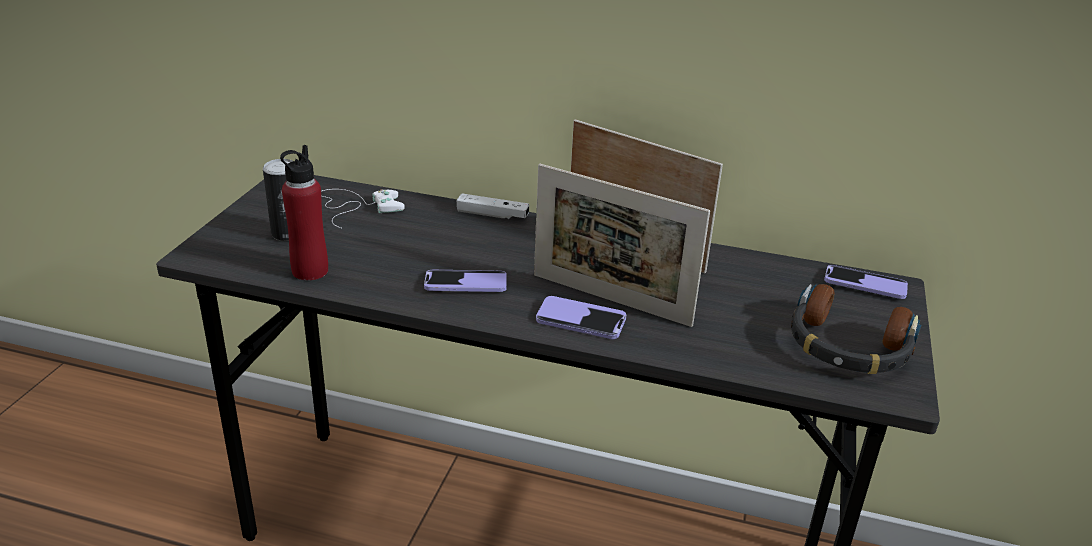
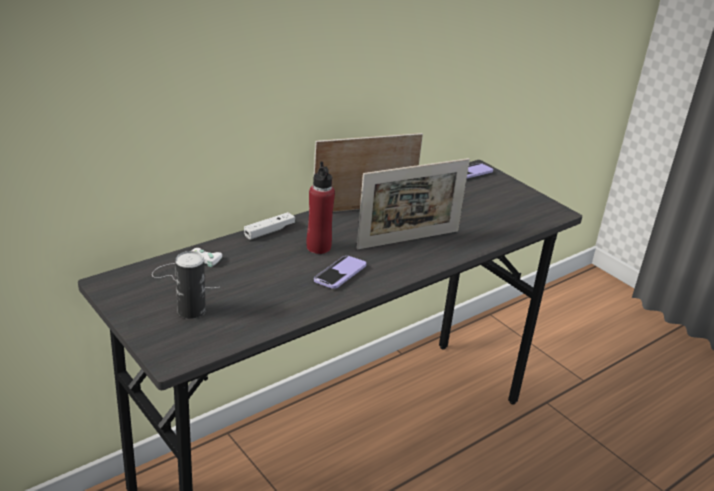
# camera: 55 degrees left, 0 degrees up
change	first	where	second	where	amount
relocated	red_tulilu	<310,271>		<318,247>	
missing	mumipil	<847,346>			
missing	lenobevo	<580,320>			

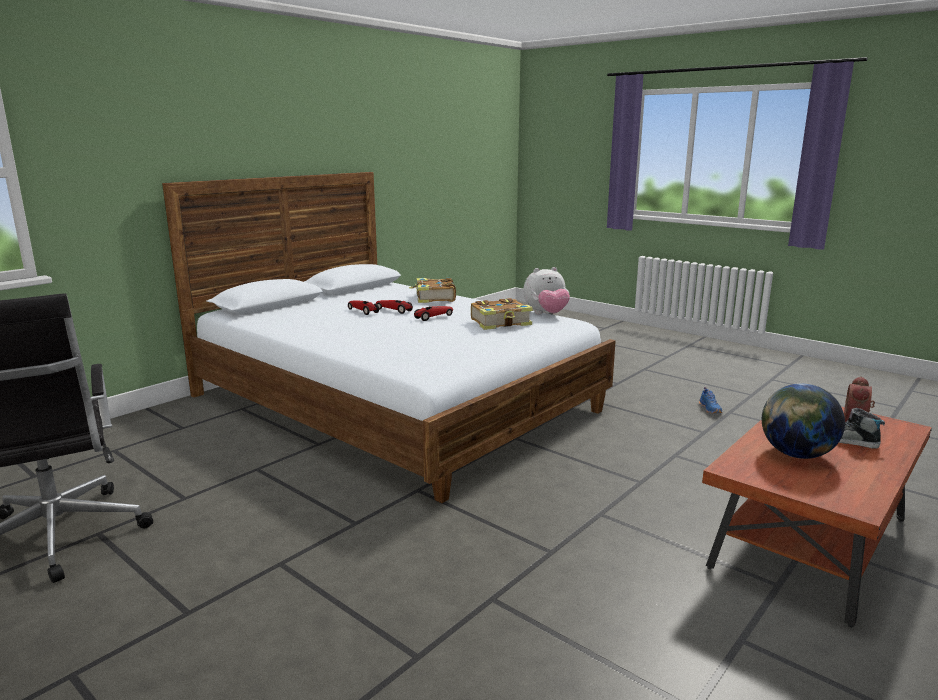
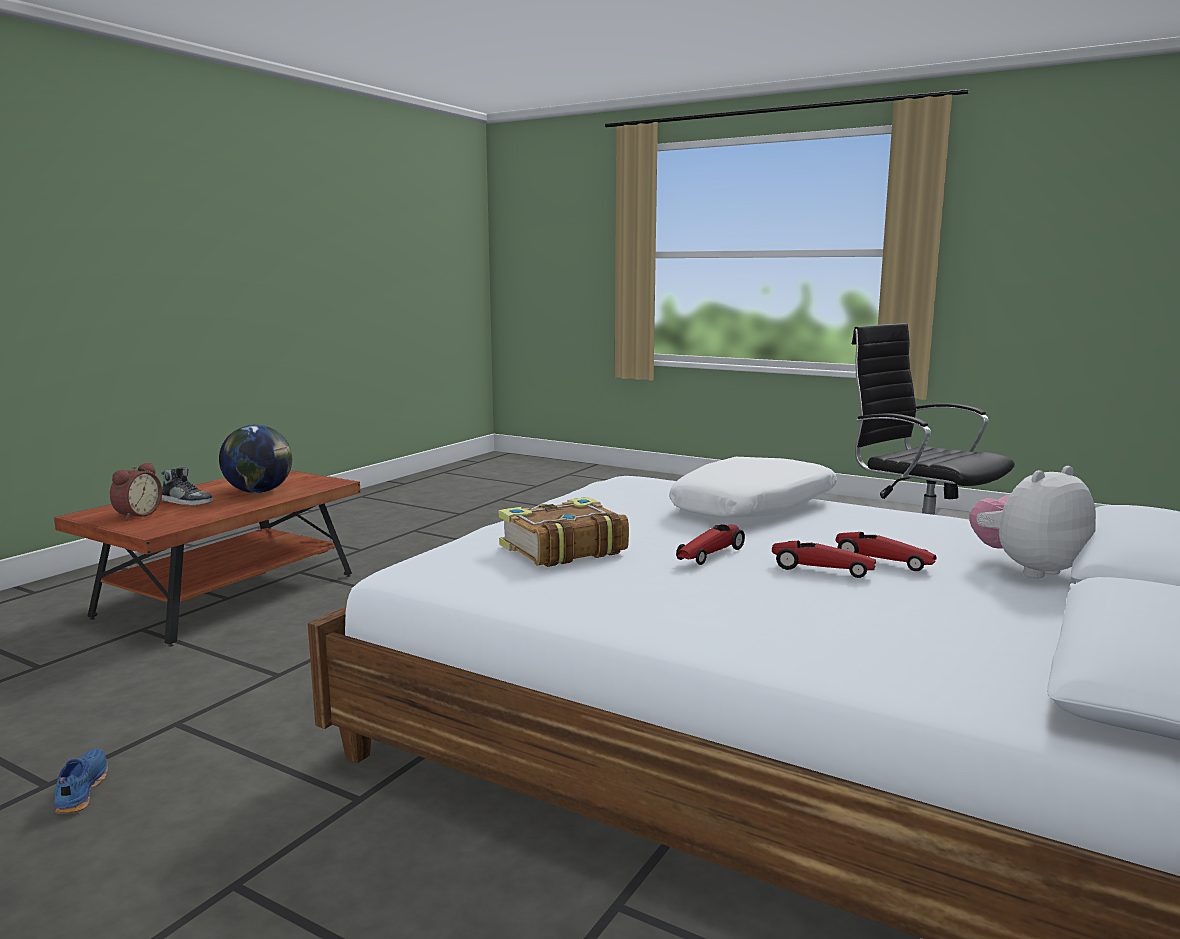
# camera: 170 degrees right, 5 degrees down
change	first	where	second	where	amount
relocated	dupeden	<546,314>		<1027,569>	
missing	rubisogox	<434,298>			
appeared			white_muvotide	<754,508>	

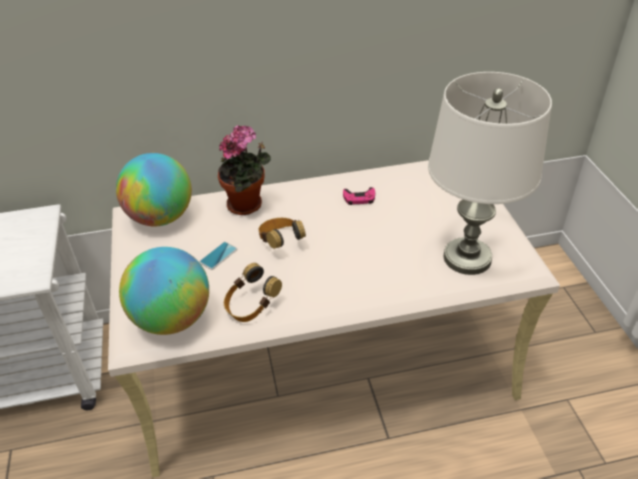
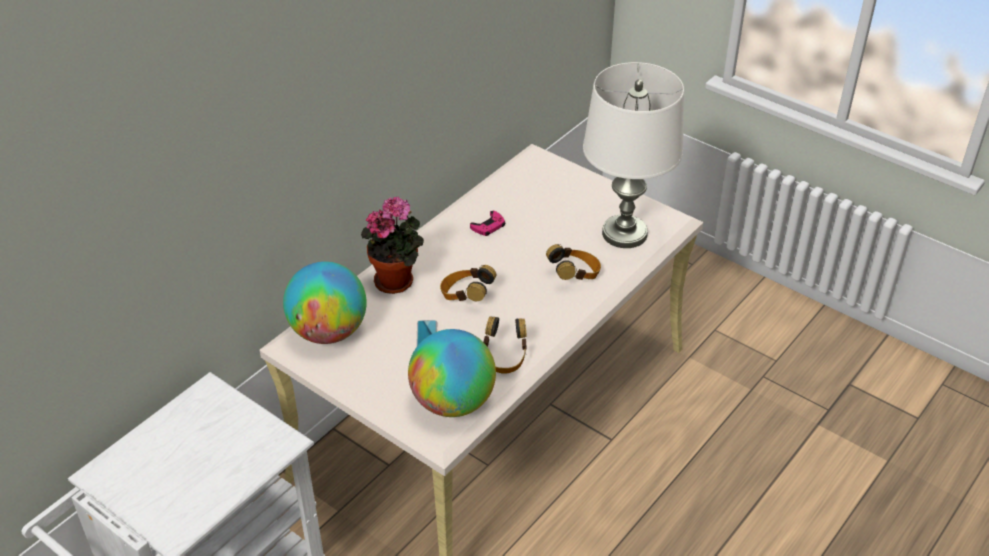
# camera: 40 degrees left, 0 degrees up
change	first	where	second	where	amount
appeared			mumipil	<575,275>	

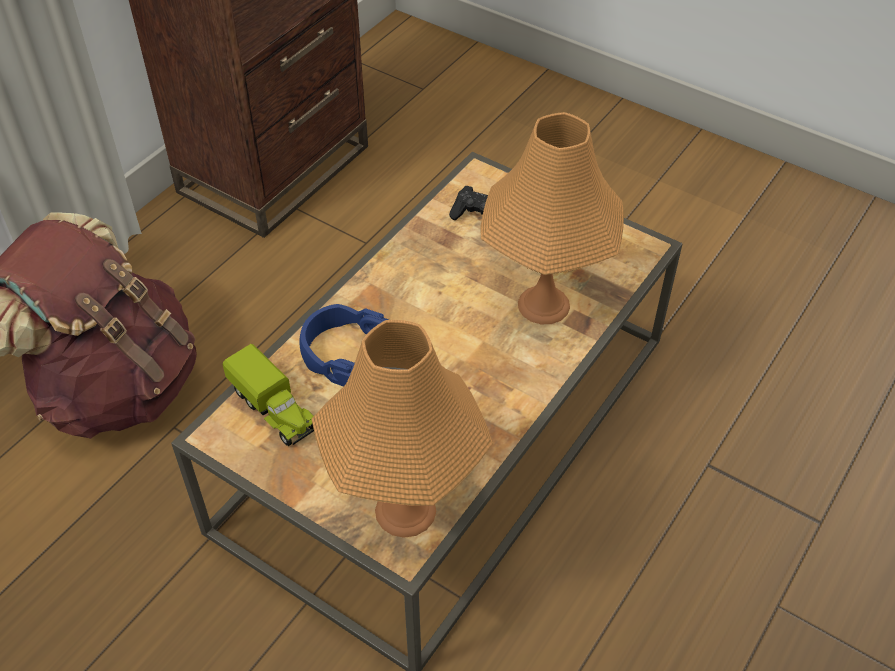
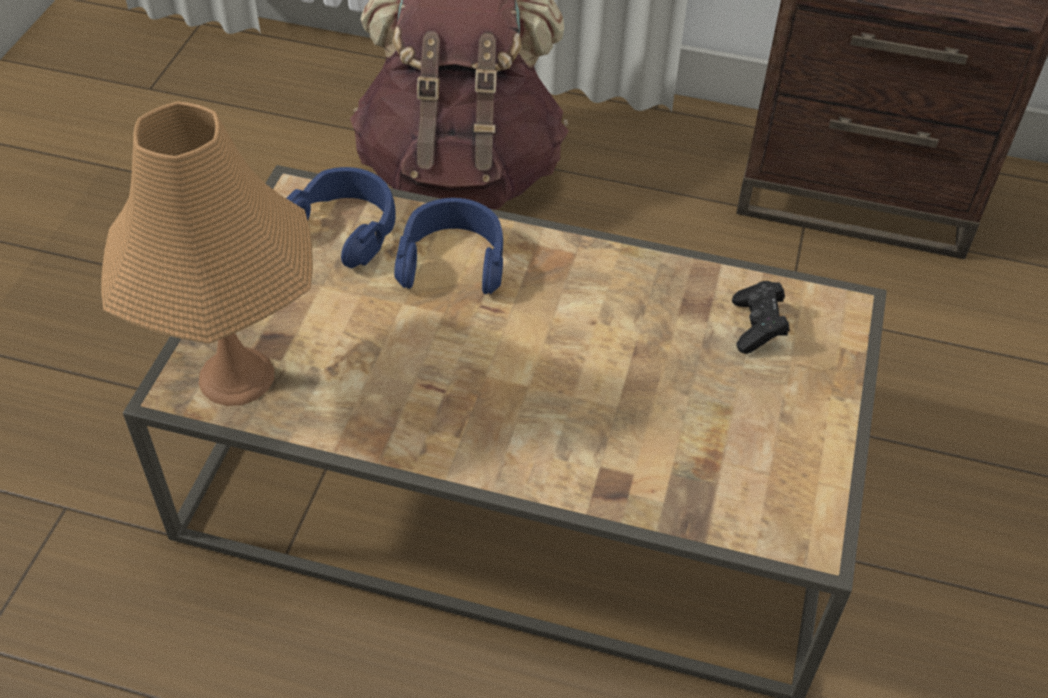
# camera: 70 degrees right, 0 degrees up
change	first	where	second	where	amount
missing	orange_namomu	<544,305>			
exchanged	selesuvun	<274,410>	blue_mumipil	<344,227>	

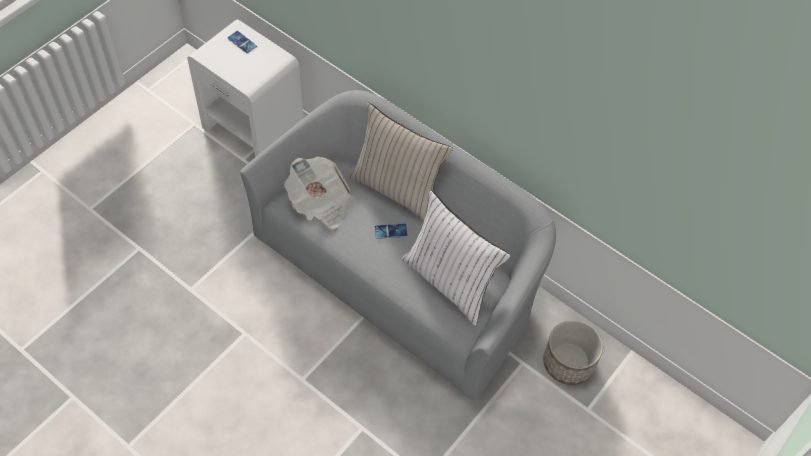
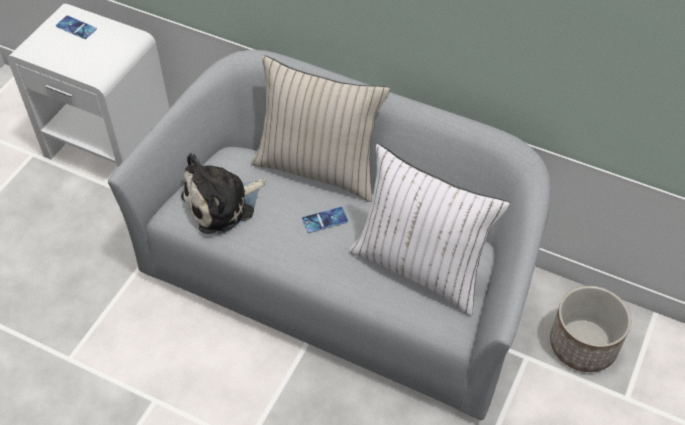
# camera: 10 degrees left, 5 degrees down
change	first	where	second	where	amount
exchanged	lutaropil	<320,203>	dupeden	<223,204>	

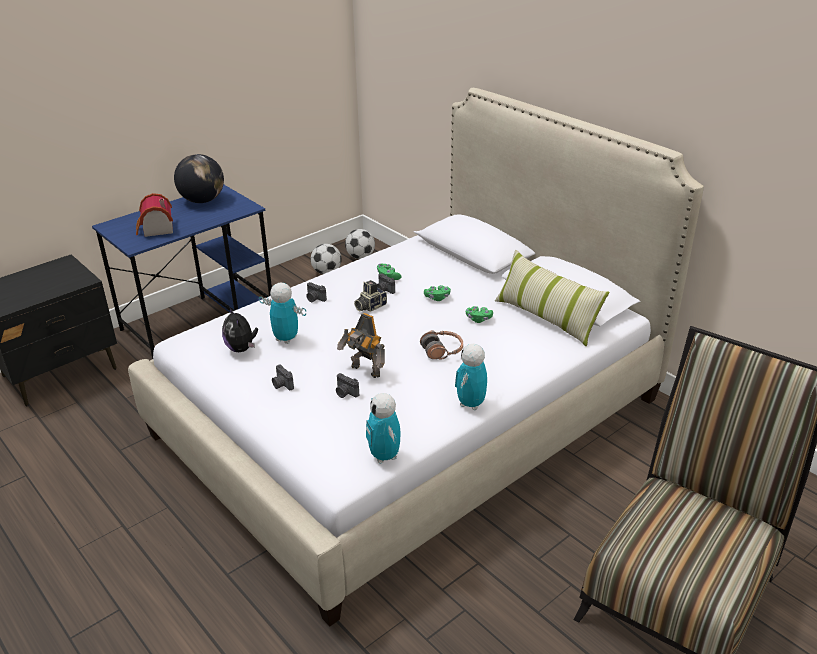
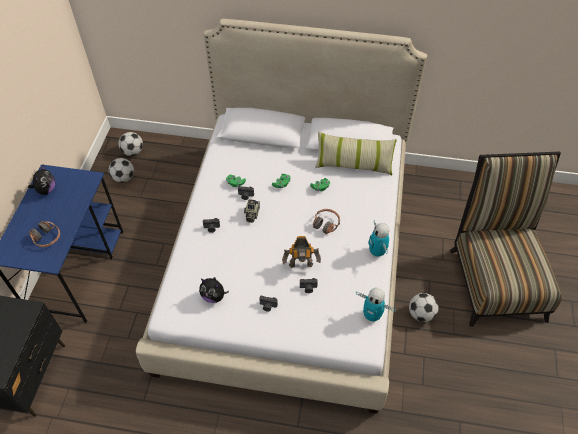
# camera: 40 degrees left, 20 degrees up
change	first	where	second	where	amount
exchanged	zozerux	<202,201>	dupeden	<46,190>	
exchanged	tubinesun	<156,229>	mumipil	<47,238>	
missing	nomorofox	<286,339>			
appeared			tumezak	<421,314>	

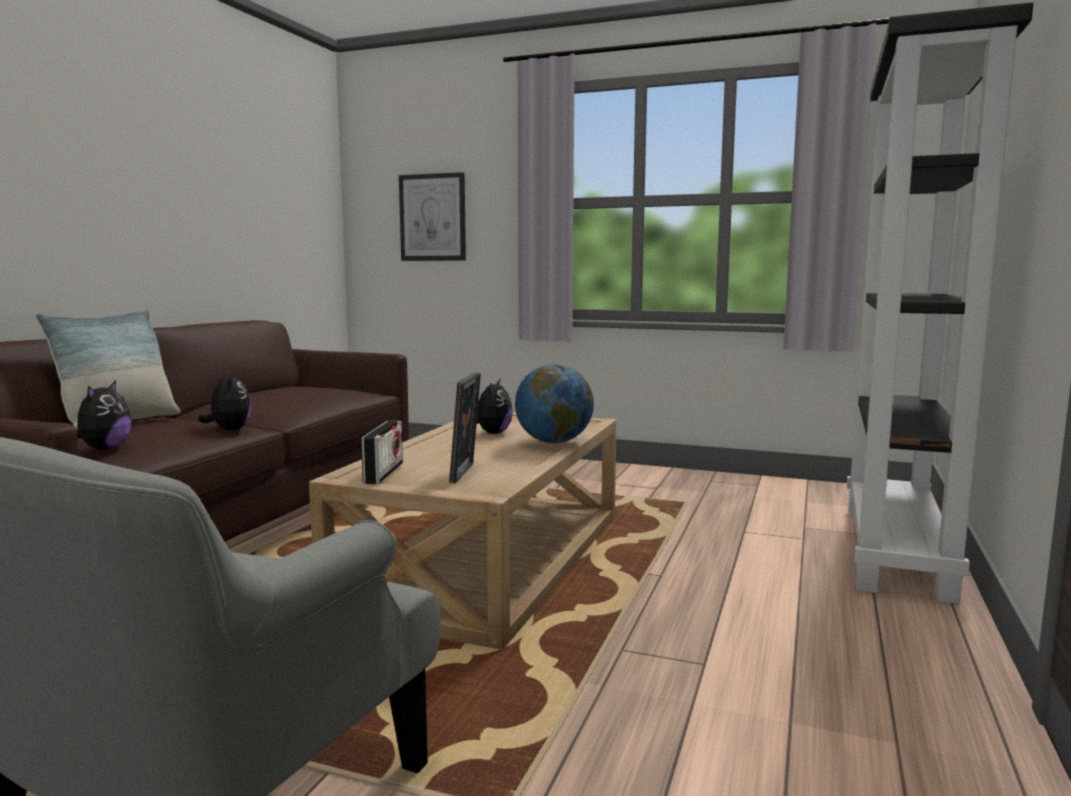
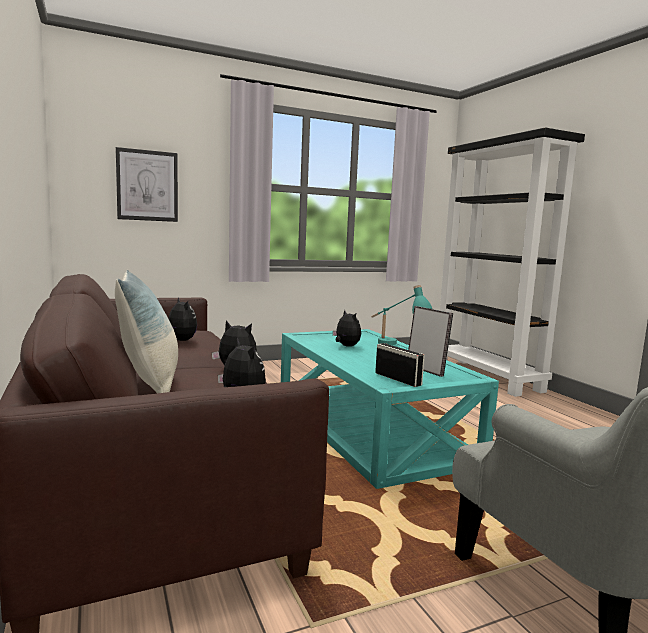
# camera: 45 degrees left, 0 degrees up
change	first	where	second	where	amount
exchanged	zozerux	<554,442>	turquoise_namomu	<395,346>	
colour	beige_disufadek	<487,558>	turquoise_disufadek	<367,428>	
appeared			dupeden	<180,340>	

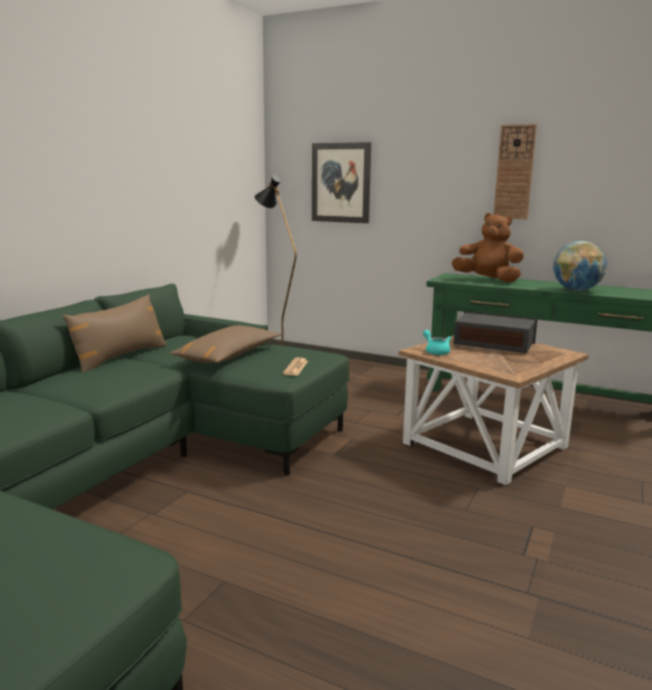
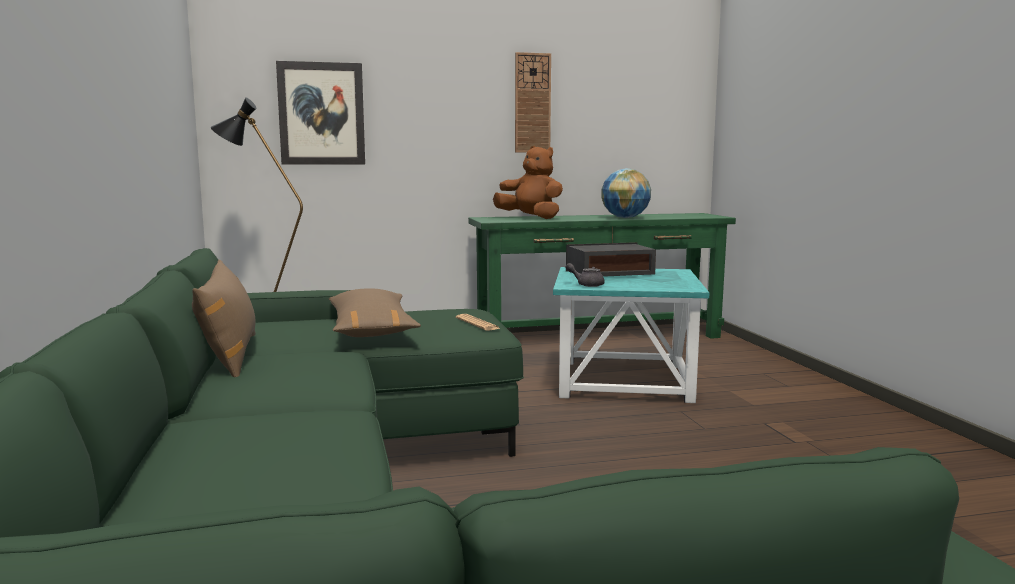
# camera: 40 degrees left, 5 degrees down
change	first	where	second	where	amount
spun	brown_dupeden	<488,280>		<531,218>	45 degrees clockwise
colour	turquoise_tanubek	<436,351>	grey_tanubek	<586,284>	
colour	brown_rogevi	<482,445>	turquoise_rogevi	<622,381>	

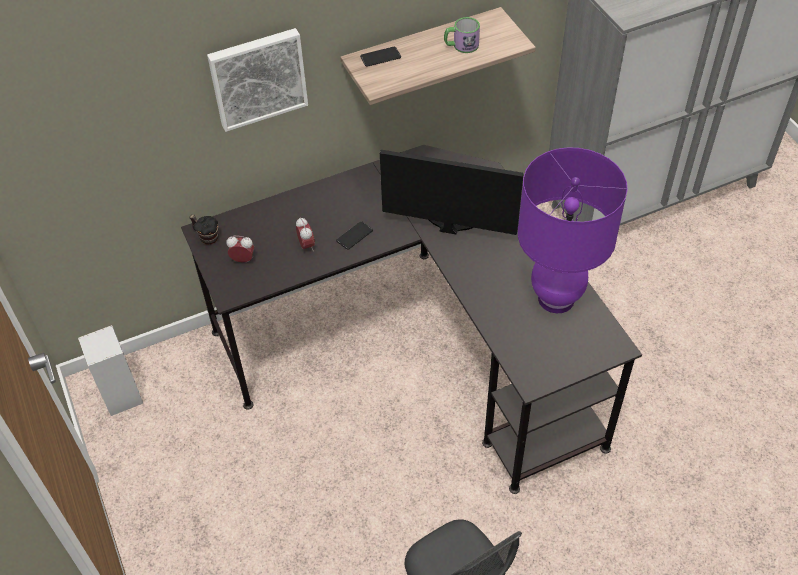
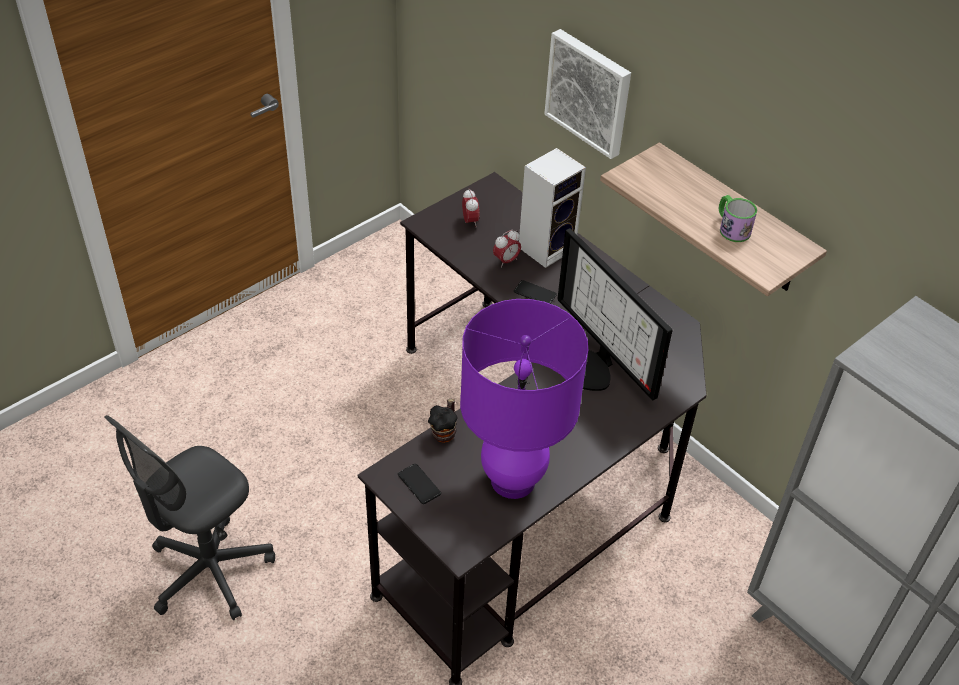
# camera: 70 degrees right, 5 degrees down
change	first	where	second	where	amount
relocated	lenobevo	<380,57>		<419,484>	
spun	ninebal	<450,221>		<591,366>	150 degrees clockwise
relocated	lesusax	<207,237>		<445,431>	
relocated	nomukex	<120,394>		<547,247>	

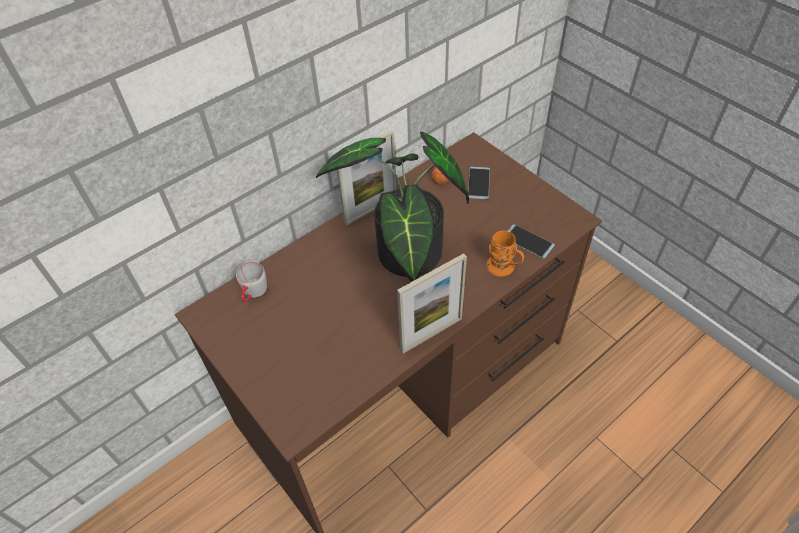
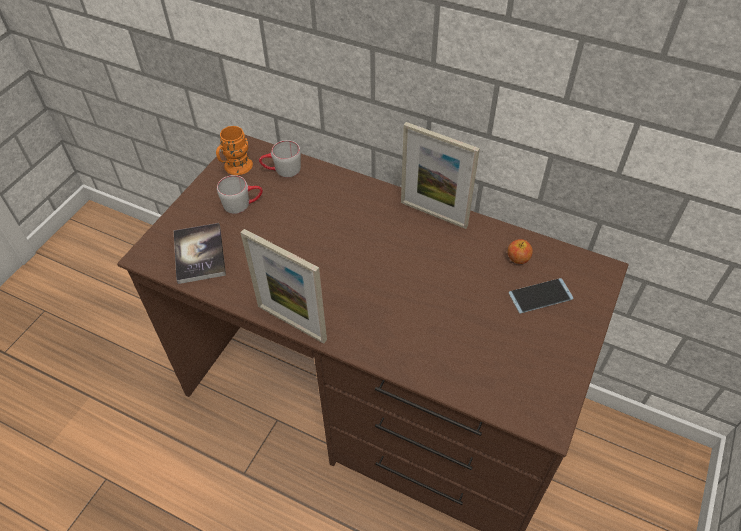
# camera: 65 degrees right, 0 degrees up
change	first	where	second	where	amount
missing	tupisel	<405,259>			
missing	lenobevo	<528,241>			
relocated	orange_lesusax	<504,268>		<235,168>	
appeared			grey_lesusax	<243,204>	
appeared			rubisogox	<199,254>	

